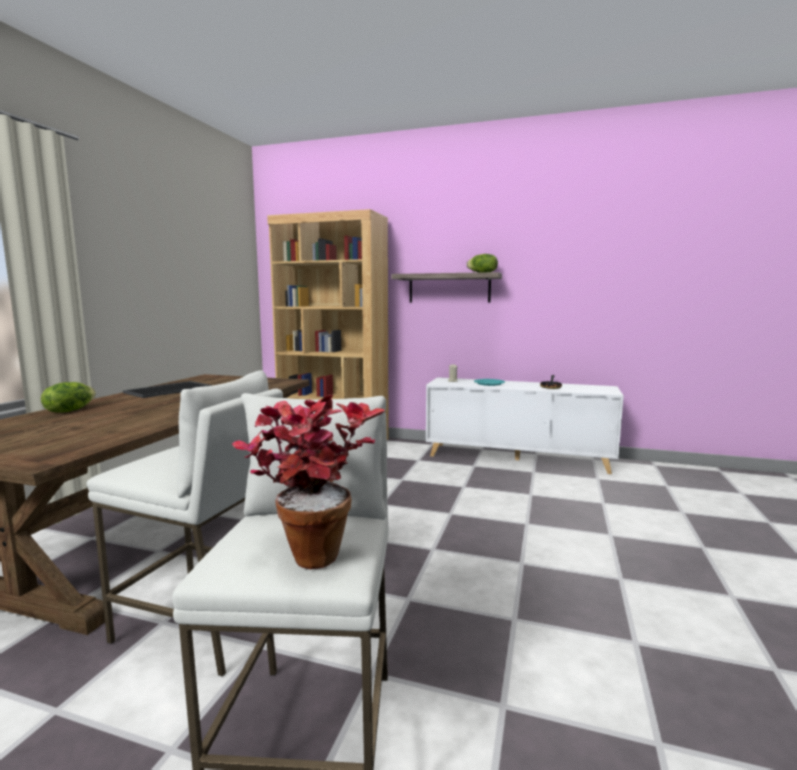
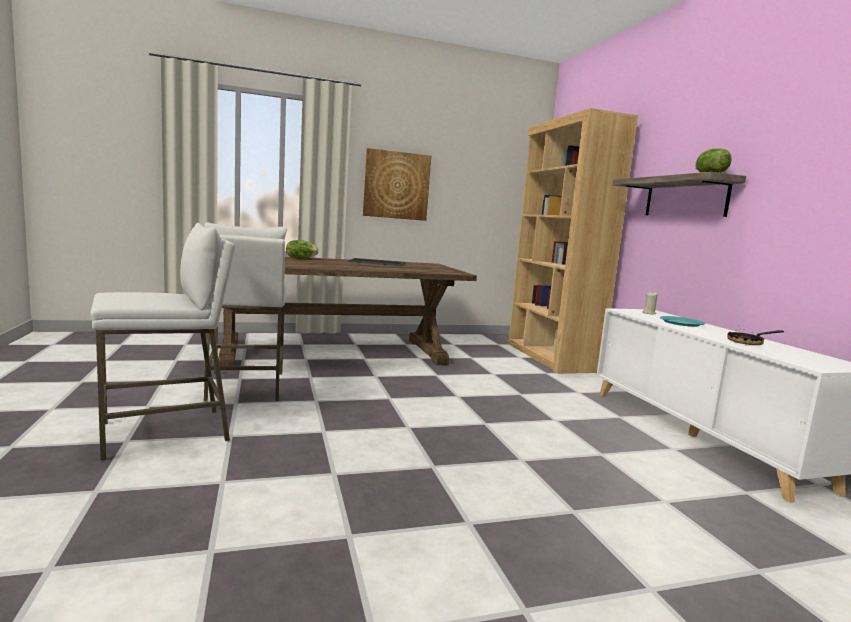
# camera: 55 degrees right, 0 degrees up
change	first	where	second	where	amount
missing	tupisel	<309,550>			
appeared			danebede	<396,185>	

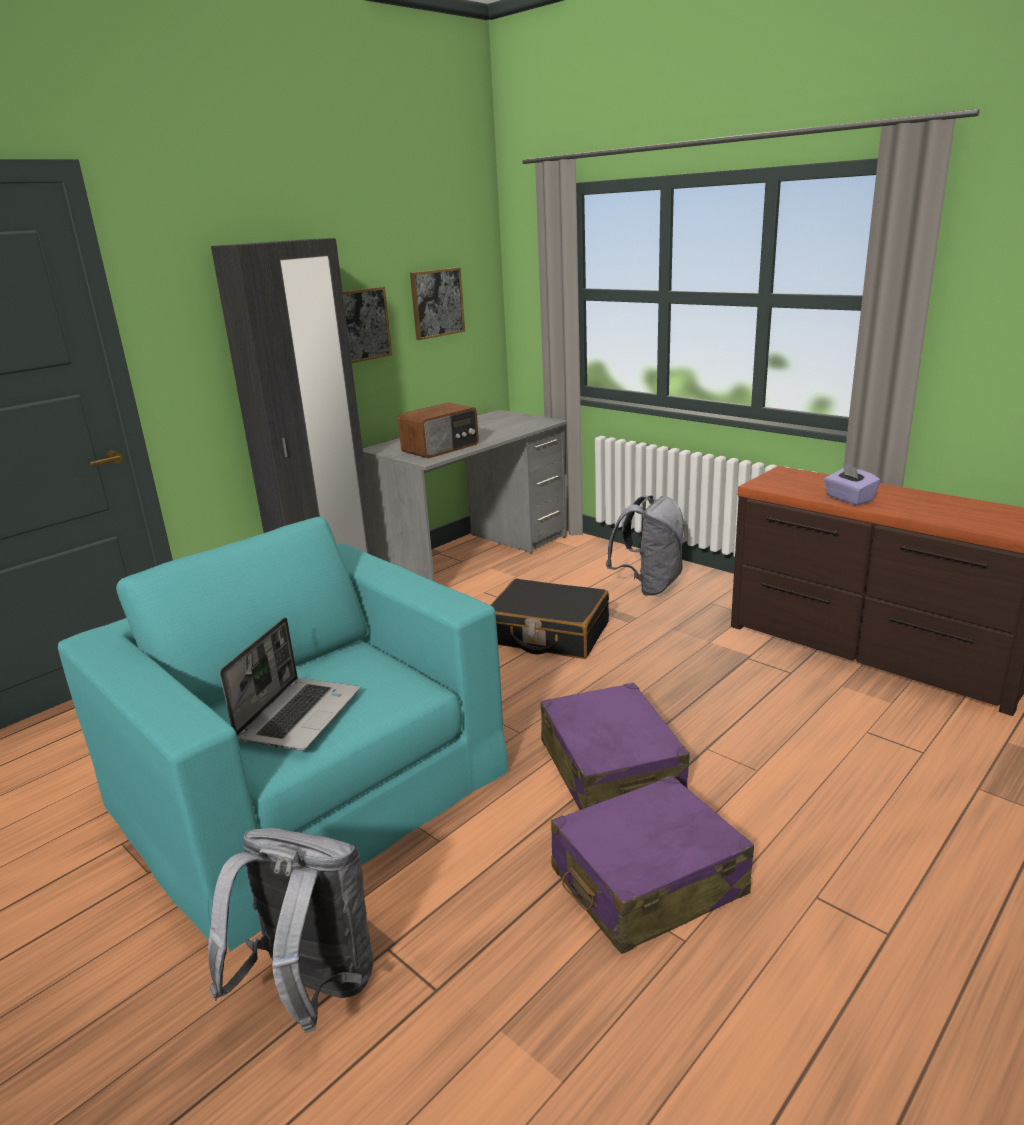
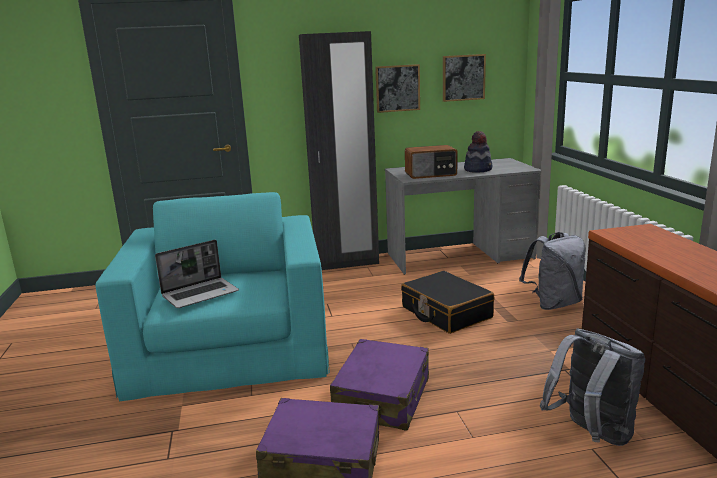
# camera: 35 degrees right, 5 degrees down
change	first	where	second	where	amount
missing	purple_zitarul	<849,499>			
relocated	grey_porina	<311,990>		<591,435>	
appeared			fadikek	<478,169>	

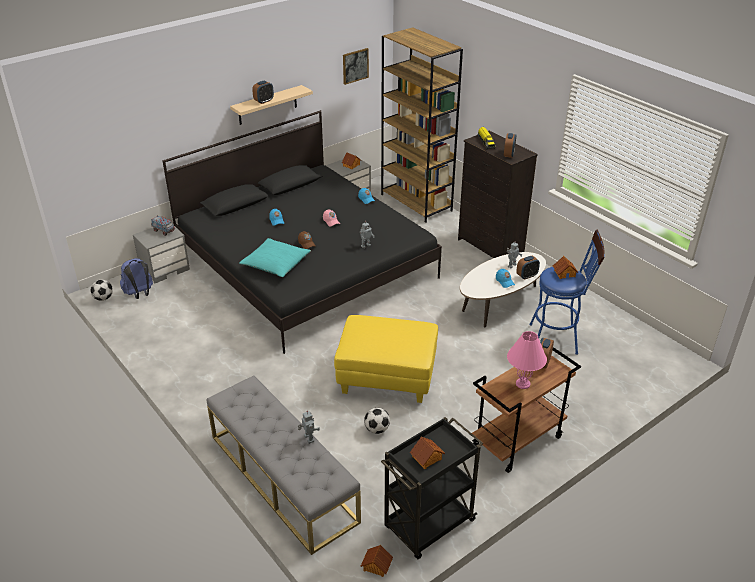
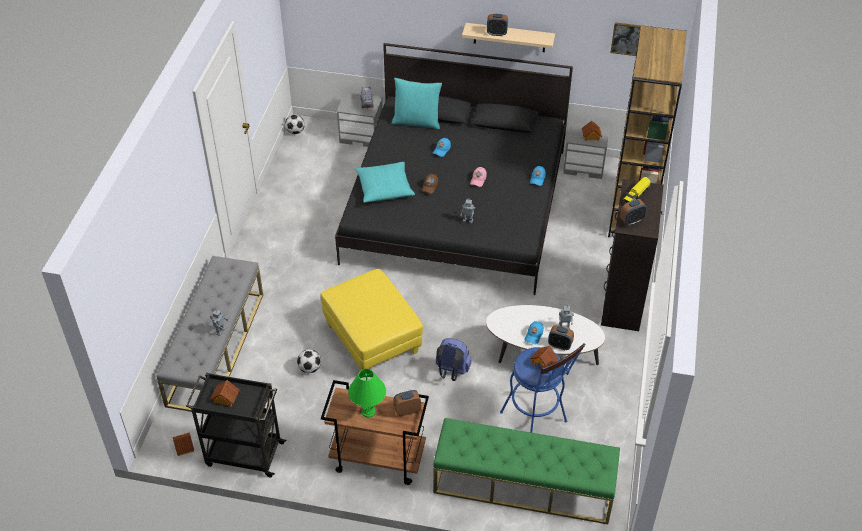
# camera: 50 degrees right, 10 degrees up
change	first	where	second	where	amount
relocated	blue_porina	<139,294>		<451,372>	
colour	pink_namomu	<522,384>	green_namomu	<368,411>	
appeared			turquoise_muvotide	<417,121>	
appeared			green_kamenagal	<523,485>	

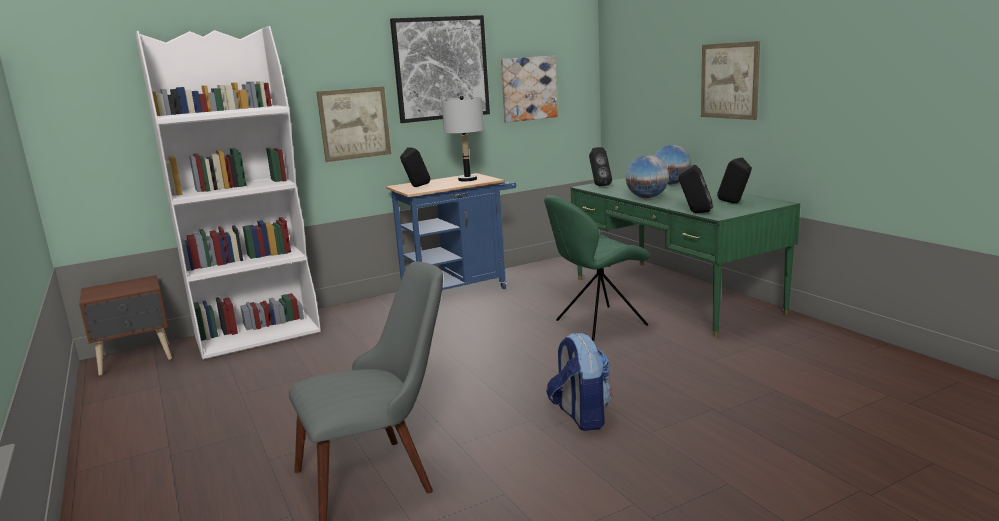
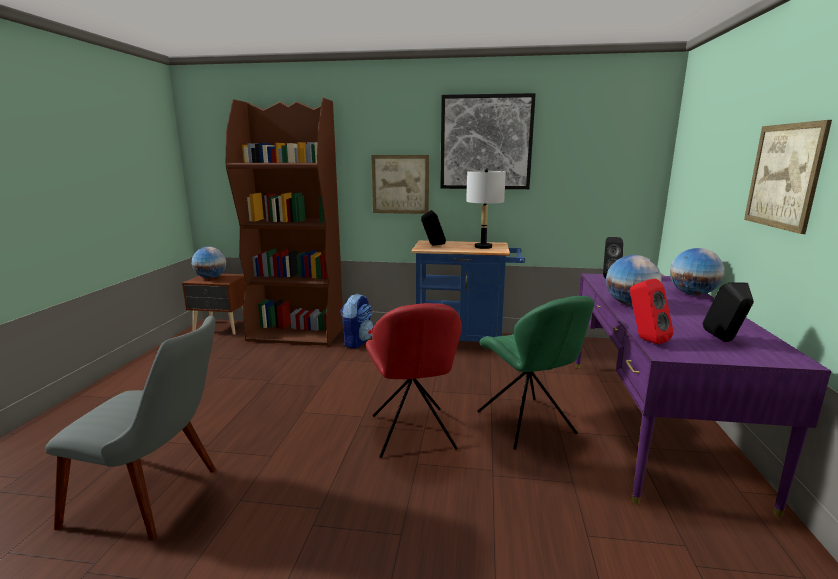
# camera: 35 degrees right, 0 degrees up
change	first	where	second	where	amount
colour	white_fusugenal	<259,334>	brown_fusugenal	<297,334>	
missing	danebede	<528,88>			
colour	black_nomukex	<695,212>	red_nomukex	<645,339>	
colour	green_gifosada	<673,295>	purple_gifosada	<651,422>	
spun	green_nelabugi	<598,324>		<527,424>	120 degrees counterclockwise
relocated	porina	<580,416>		<357,342>	
appeared			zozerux	<211,278>	
appeared			red_nelabugi	<413,434>	

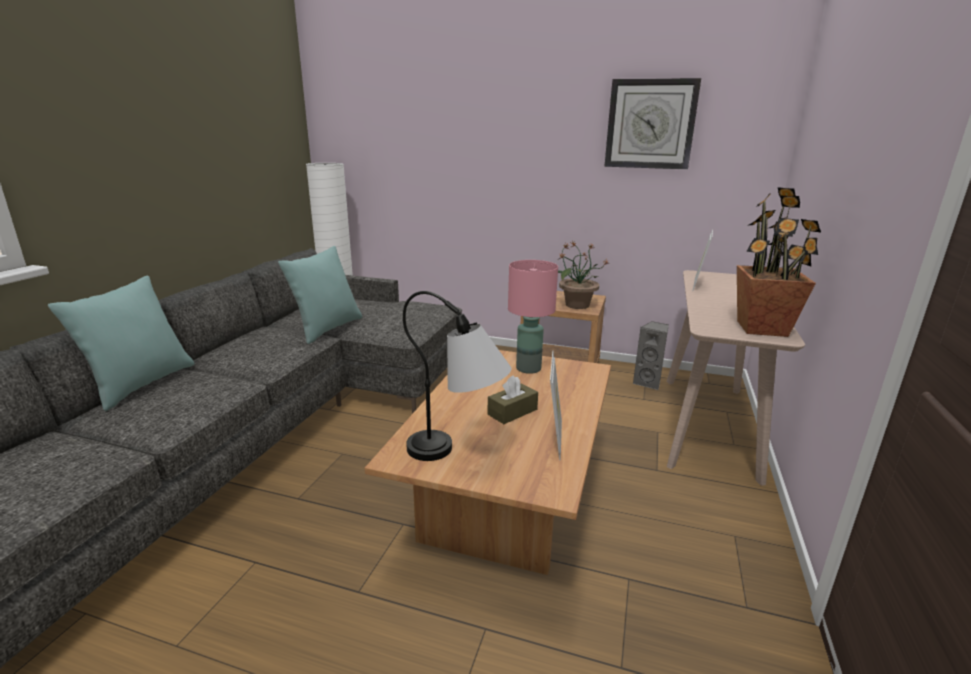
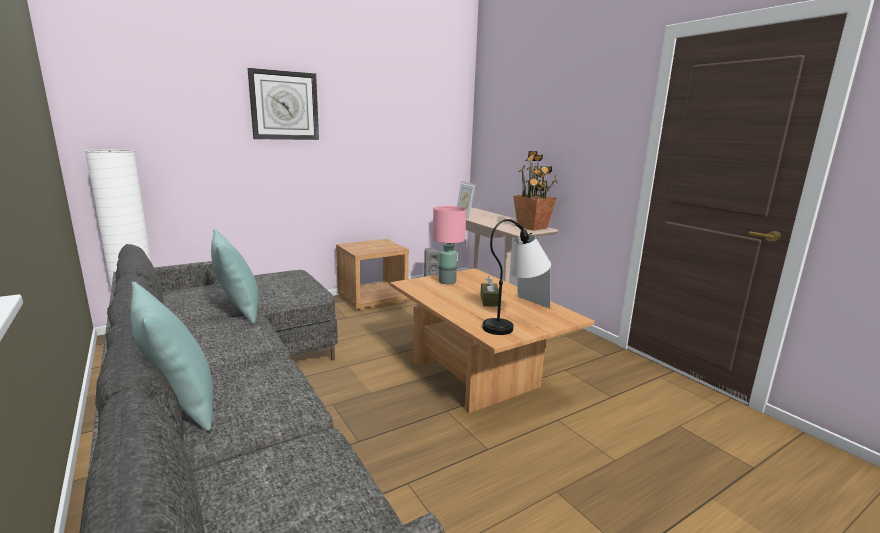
# camera: 50 degrees left, 5 degrees down
change	first	where	second	where	amount
relocated	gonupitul	<650,124>		<284,105>	
missing	tupisel	<576,305>			

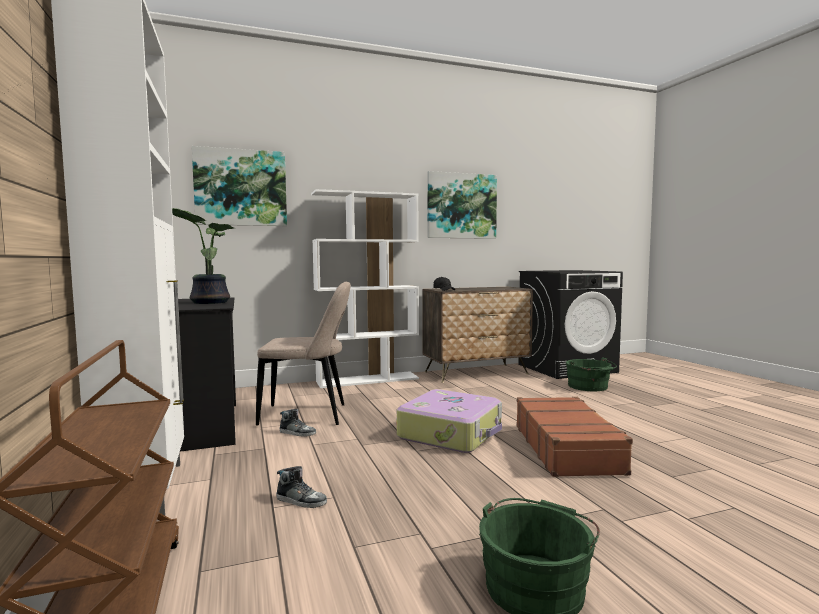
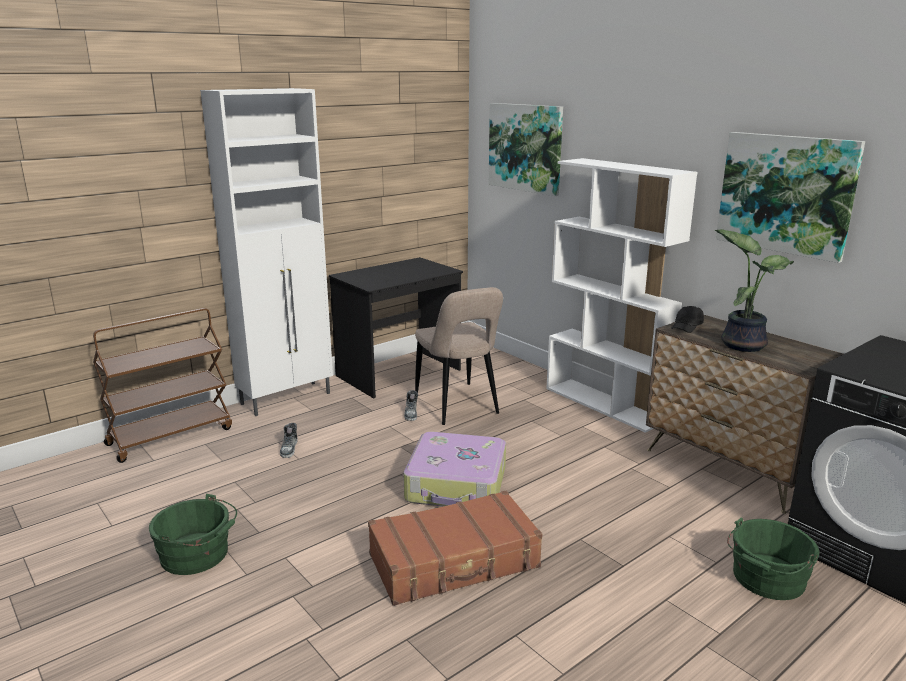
# camera: 70 degrees right, 15 degrees up
change	first	where	second	where	amount
relocated	tupisel	<208,302>		<742,344>	

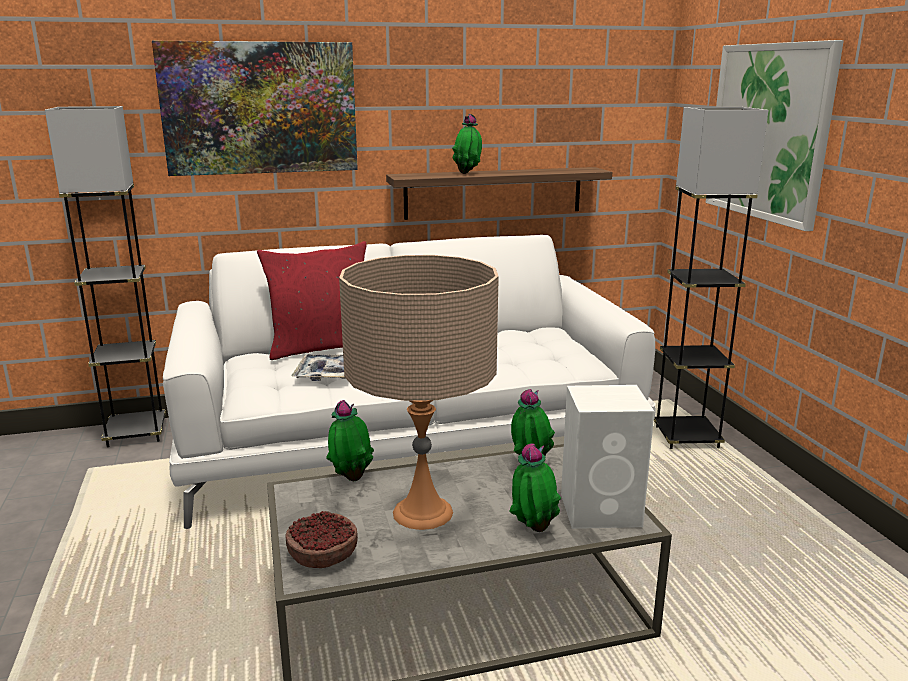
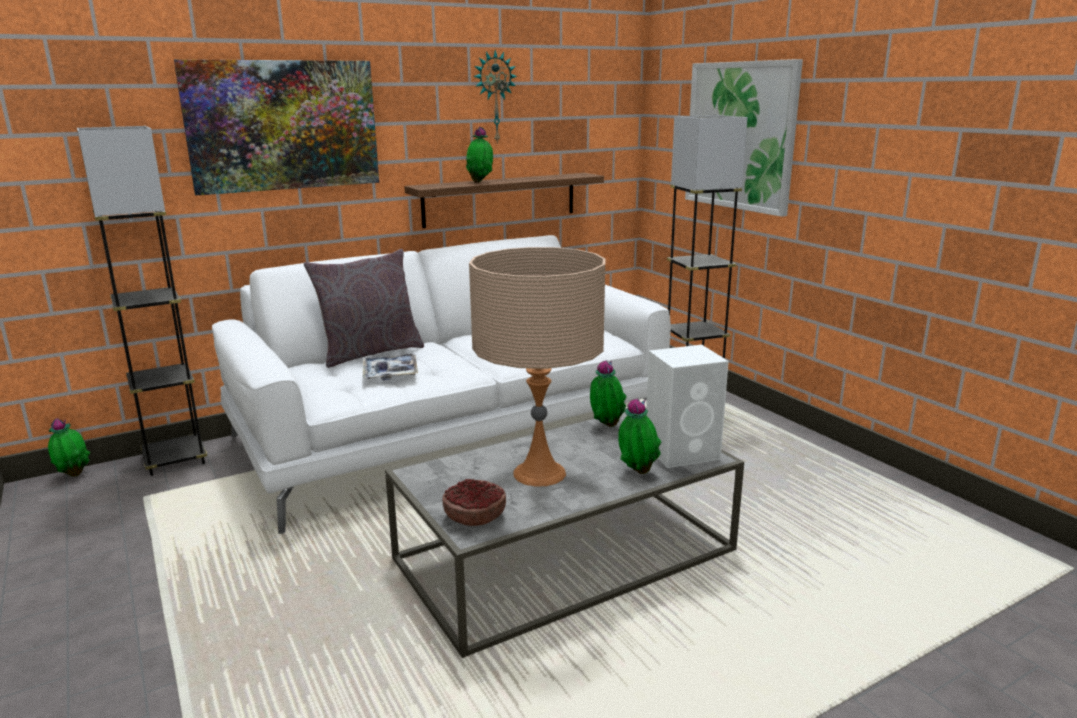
# camera: 15 degrees left, 0 degrees up
change	first	where	second	where	amount
colour	red_muvotide	<322,348>	grey_muvotide	<370,353>	
relocated	tupisel	<351,478>		<74,474>	
appeared			gonupitul	<494,97>	

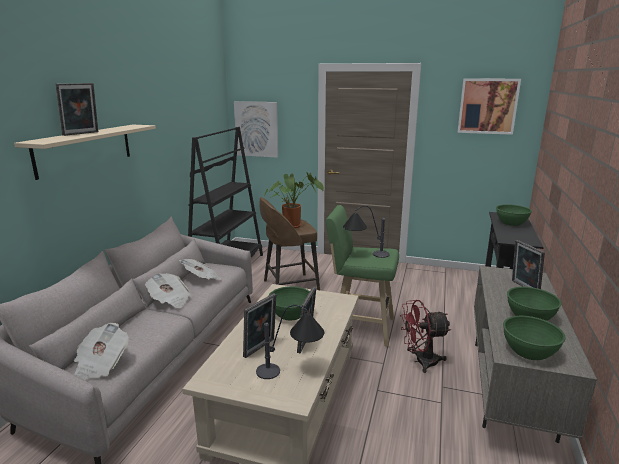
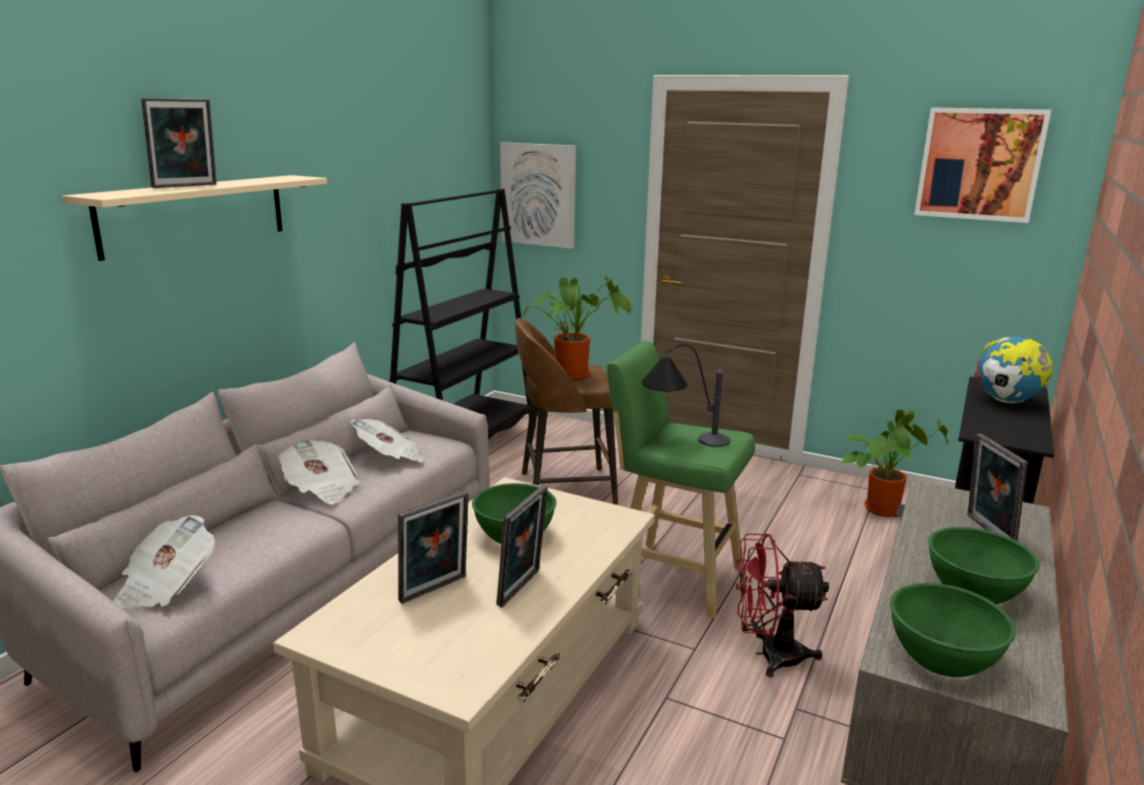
# camera: 10 degrees right, 0 degrees up
change	first	where	second	where	amount
exchanged	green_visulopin	<511,223>	zozerux	<1006,401>	
missing	namomu	<292,369>			
appeared			tupisel	<883,507>	

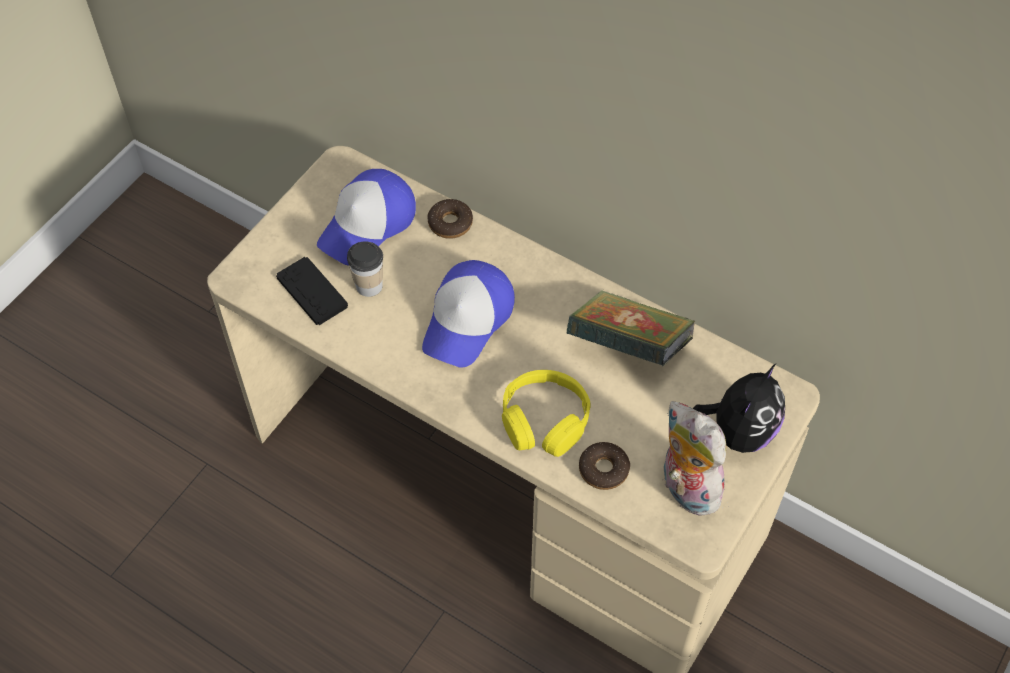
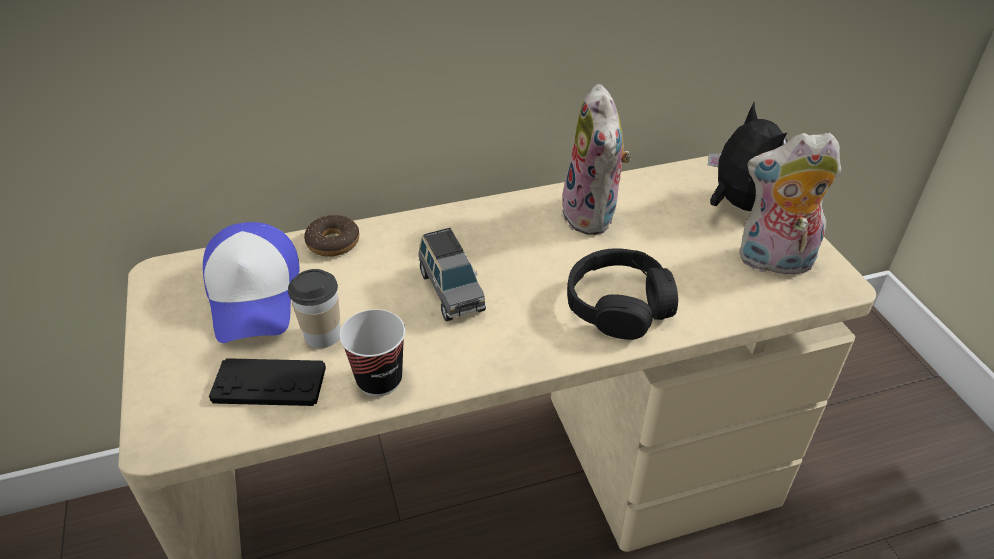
# camera: 50 degrees left, 15 degrees down
change	first	where	second	where	amount
exchanged	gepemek	<468,320>	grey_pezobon	<451,291>	
exchanged	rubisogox	<628,347>	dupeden	<593,216>	
colour	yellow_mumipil	<544,420>	black_mumipil	<619,305>	
missing	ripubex	<603,469>			
appeared			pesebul	<379,380>	

